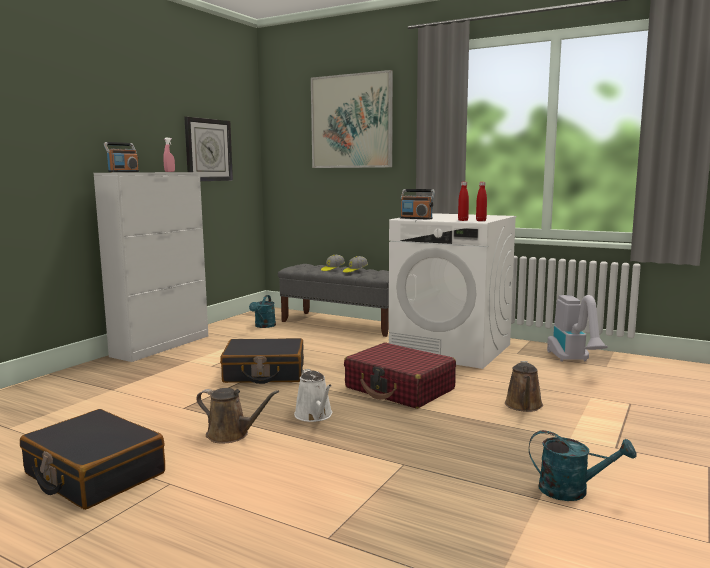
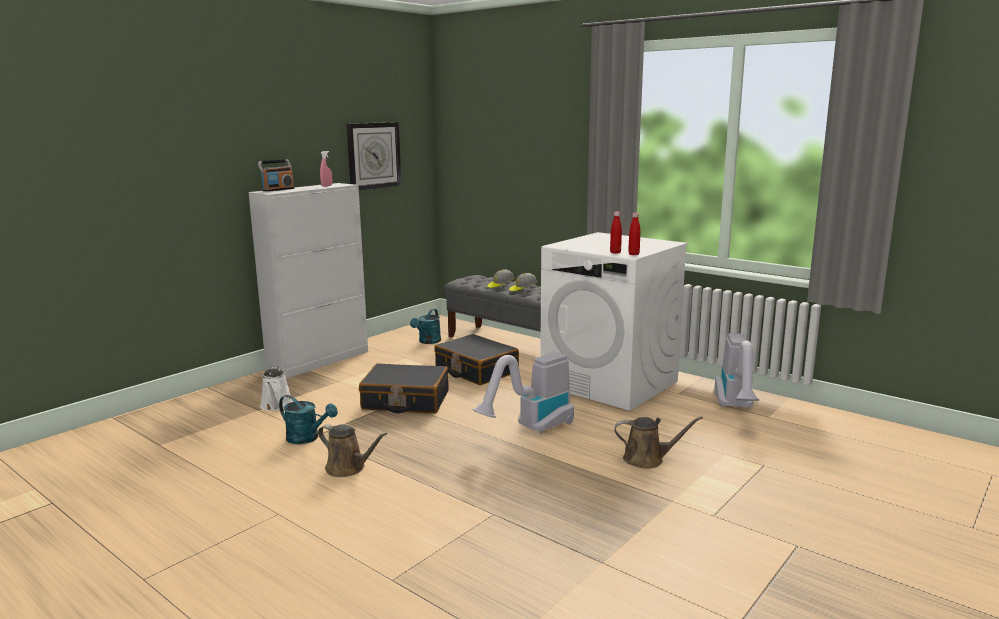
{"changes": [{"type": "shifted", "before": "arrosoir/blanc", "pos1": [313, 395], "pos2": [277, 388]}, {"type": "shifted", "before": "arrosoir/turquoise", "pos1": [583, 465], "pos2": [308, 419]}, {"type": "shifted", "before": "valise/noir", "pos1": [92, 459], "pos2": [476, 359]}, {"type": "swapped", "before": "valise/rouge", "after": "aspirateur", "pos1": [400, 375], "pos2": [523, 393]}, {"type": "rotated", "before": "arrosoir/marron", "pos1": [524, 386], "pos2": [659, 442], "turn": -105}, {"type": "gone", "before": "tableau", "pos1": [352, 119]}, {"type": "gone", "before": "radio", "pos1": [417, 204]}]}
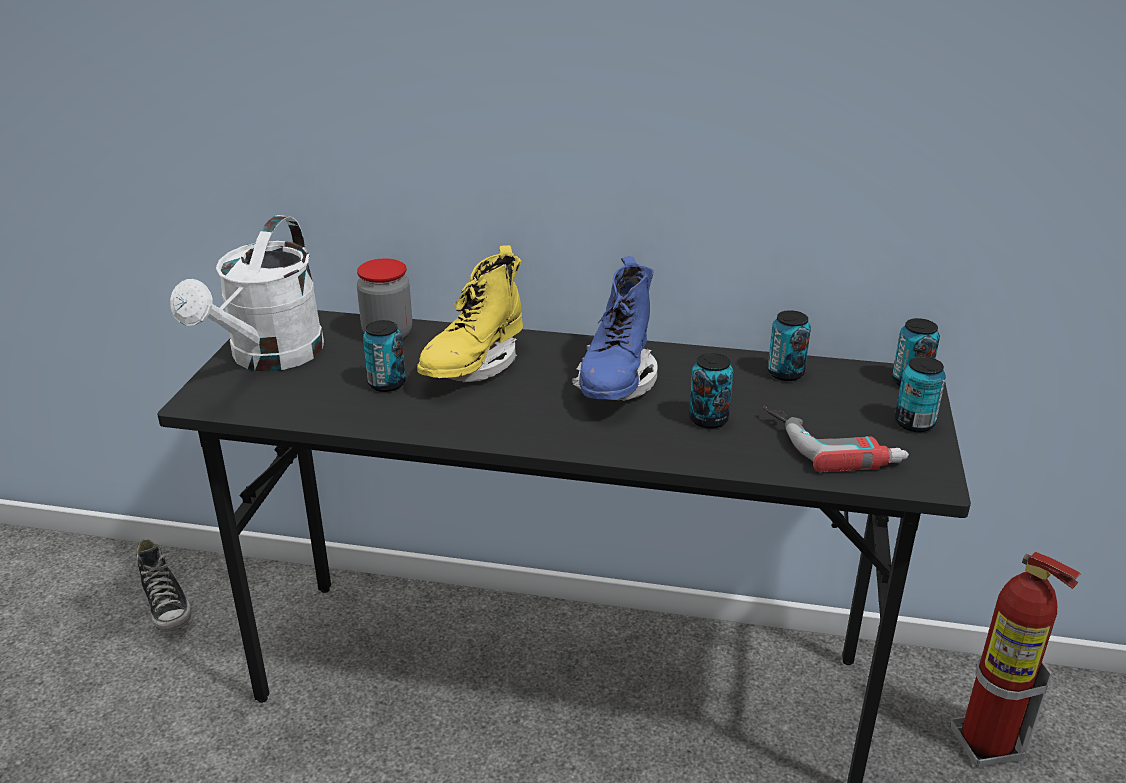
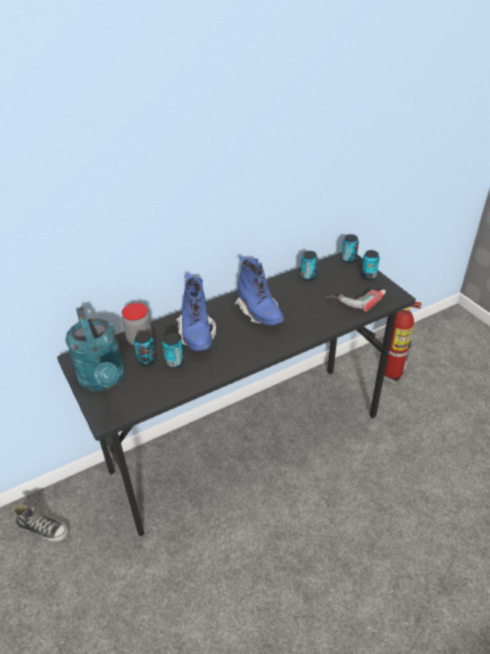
{"changes": [{"type": "repainted", "before": "arrosoir/blanc", "after": "arrosoir/turquoise", "pos1": [247, 293], "pos2": [95, 348]}, {"type": "shifted", "before": "boîte métallique", "pos1": [711, 391], "pos2": [145, 349]}, {"type": "repainted", "before": "botte/jaune", "after": "botte/bleu", "pos1": [470, 313], "pos2": [196, 312]}]}
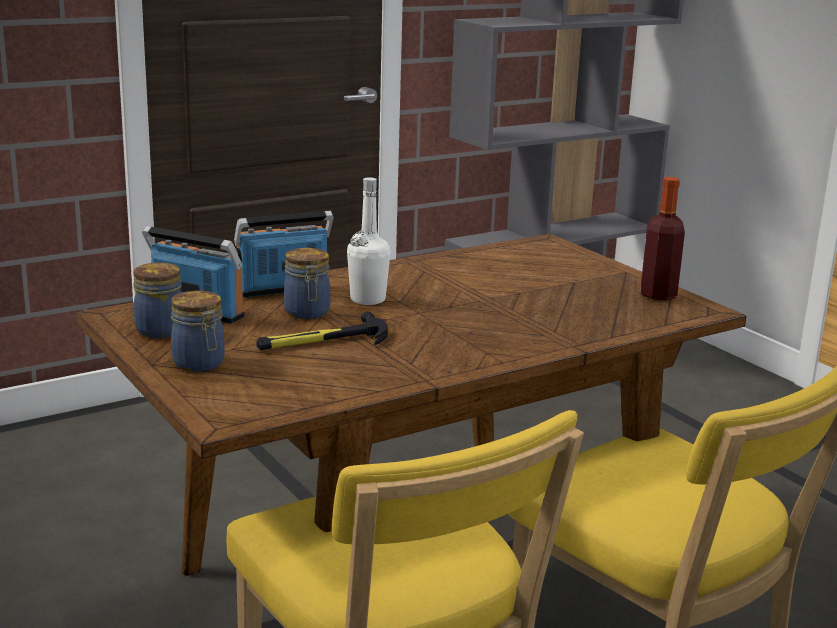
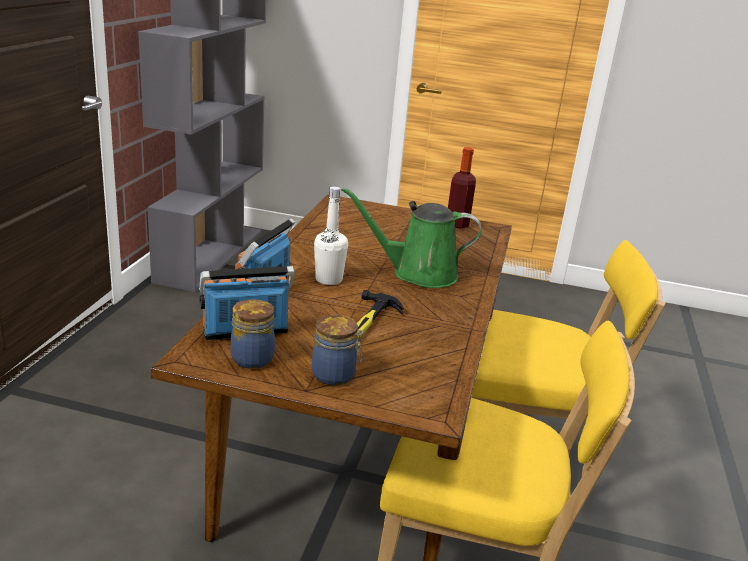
{"changes": [{"type": "new", "after": "arrosoir/vert", "pos2": [412, 237]}, {"type": "gone", "before": "bocal", "pos1": [307, 283]}]}
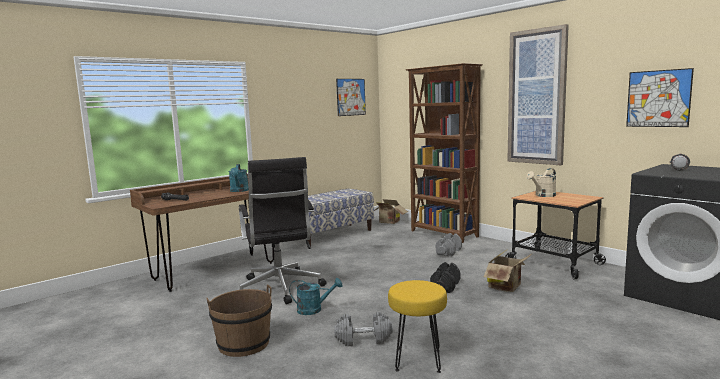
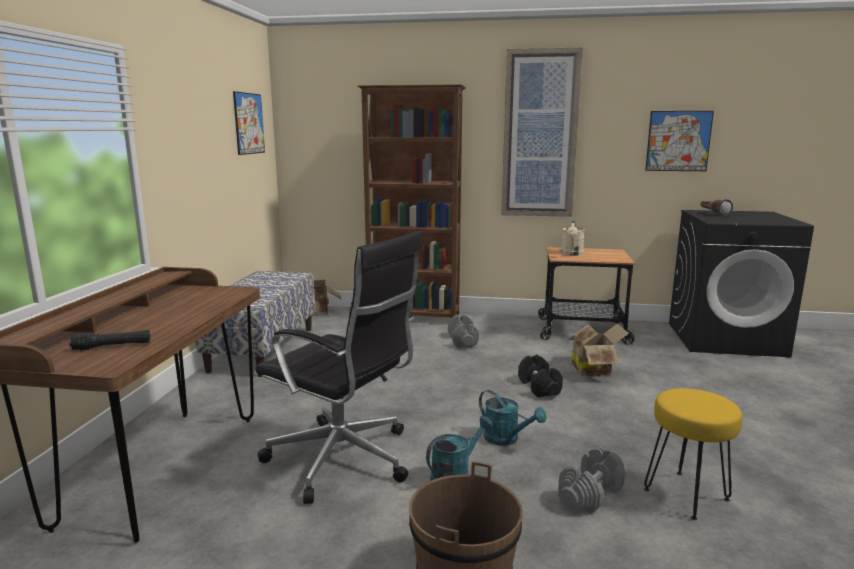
{"changes": [{"type": "shifted", "before": "arrosoir/turquoise", "pos1": [239, 178], "pos2": [513, 418]}]}
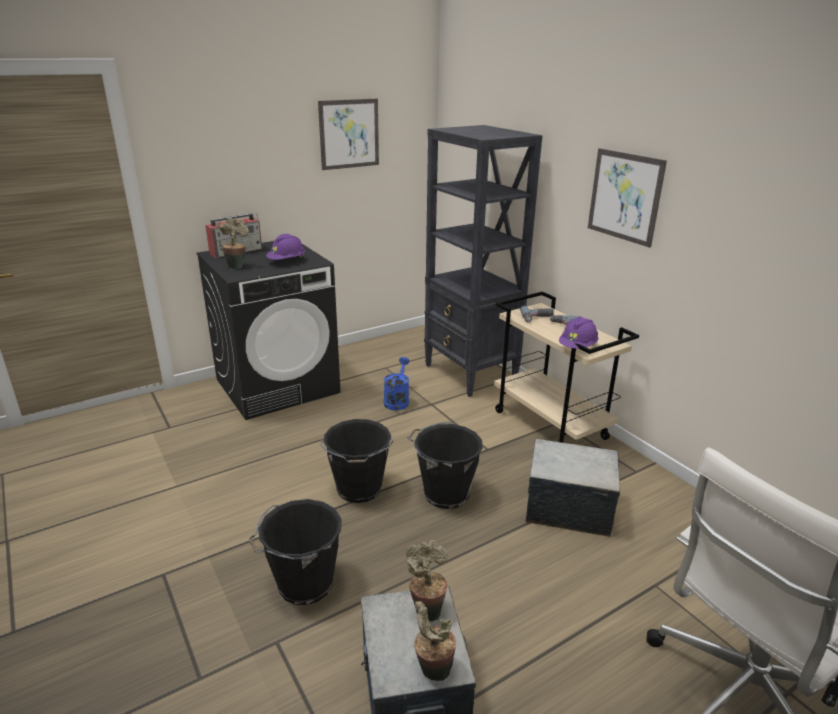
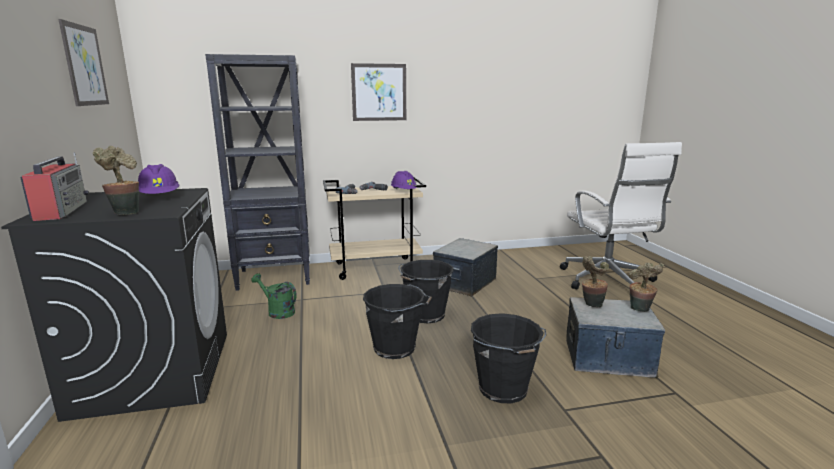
{"changes": [{"type": "repainted", "before": "arrosoir/bleu", "after": "arrosoir/vert", "pos1": [397, 384], "pos2": [274, 296]}]}
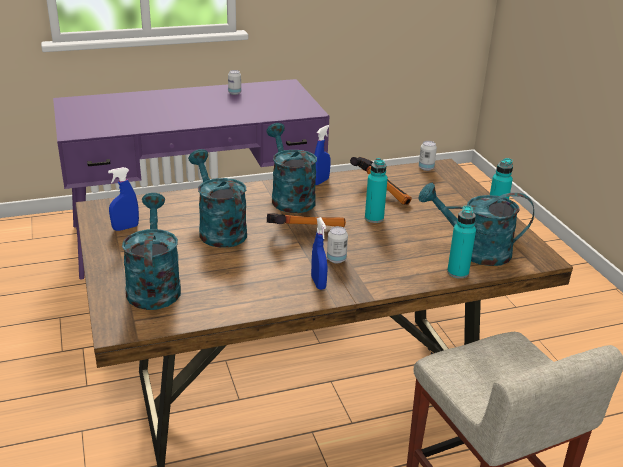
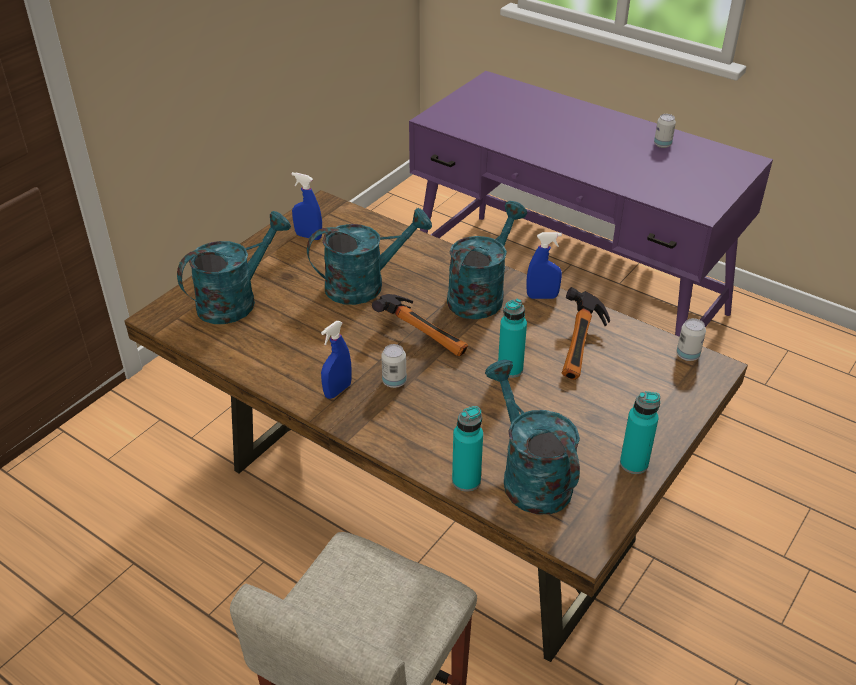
{"changes": [{"type": "rotated", "before": "arrosoir/turquoise", "pos1": [217, 198], "pos2": [369, 256], "turn": 45}]}
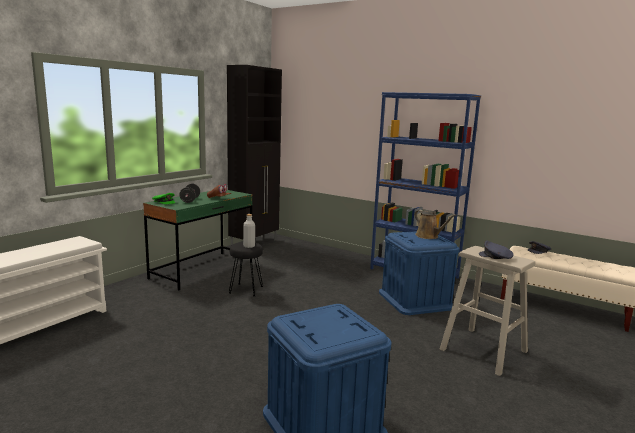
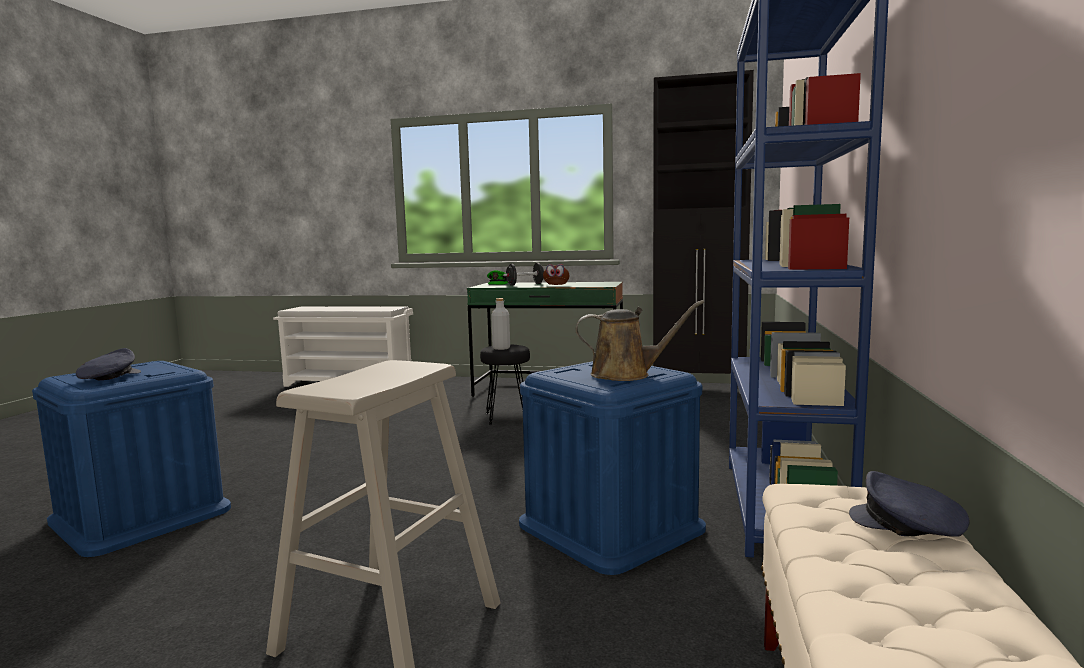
{"changes": [{"type": "shifted", "before": "casquette/gris", "pos1": [496, 250], "pos2": [108, 364]}, {"type": "rotated", "before": "arrosoir/marron", "pos1": [435, 224], "pos2": [639, 340], "turn": -120}]}
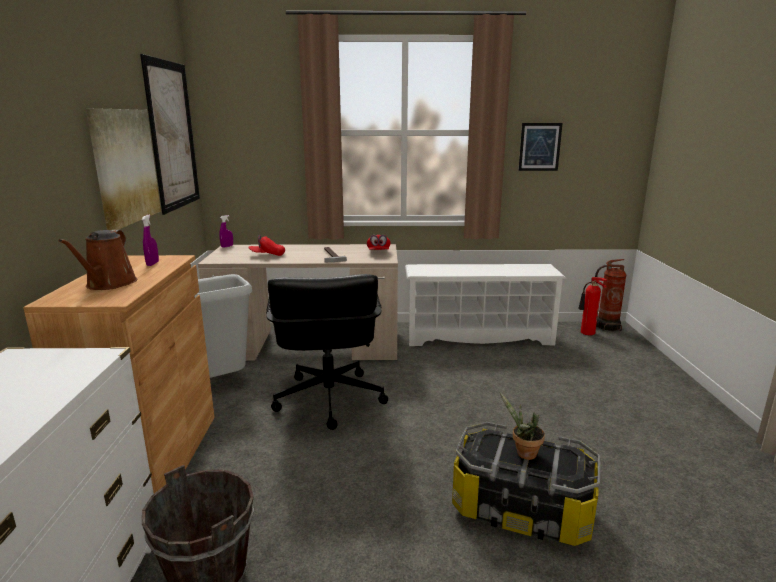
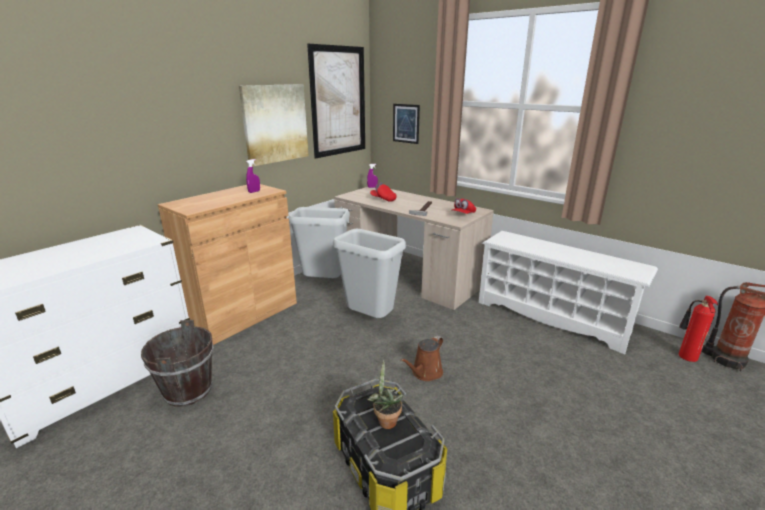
{"changes": [{"type": "swapped", "before": "chaise de bureau/noir", "after": "poubelle/gris", "pos1": [327, 352], "pos2": [369, 273]}, {"type": "shifted", "before": "tableau", "pos1": [540, 147], "pos2": [406, 124]}, {"type": "shifted", "before": "arrosoir/marron", "pos1": [98, 260], "pos2": [421, 358]}]}
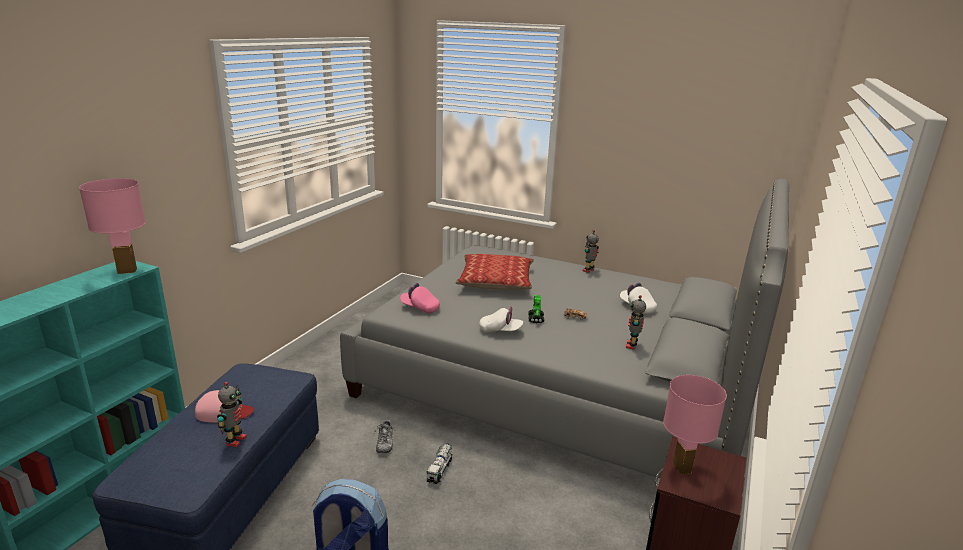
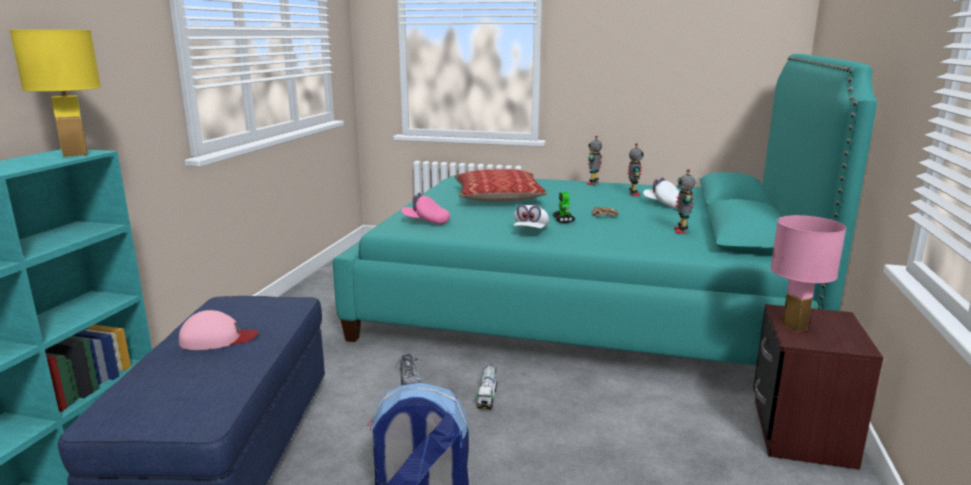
{"changes": [{"type": "repainted", "before": "lampe de table/rose", "after": "lampe de table/jaune", "pos1": [112, 226], "pos2": [55, 93]}, {"type": "repainted", "before": "lit/gris", "after": "lit/turquoise", "pos1": [564, 328], "pos2": [605, 210]}, {"type": "rotated", "before": "casquette/blanc", "pos1": [501, 319], "pos2": [531, 216], "turn": 105}, {"type": "shifted", "before": "robot jouet", "pos1": [232, 414], "pos2": [636, 169]}]}
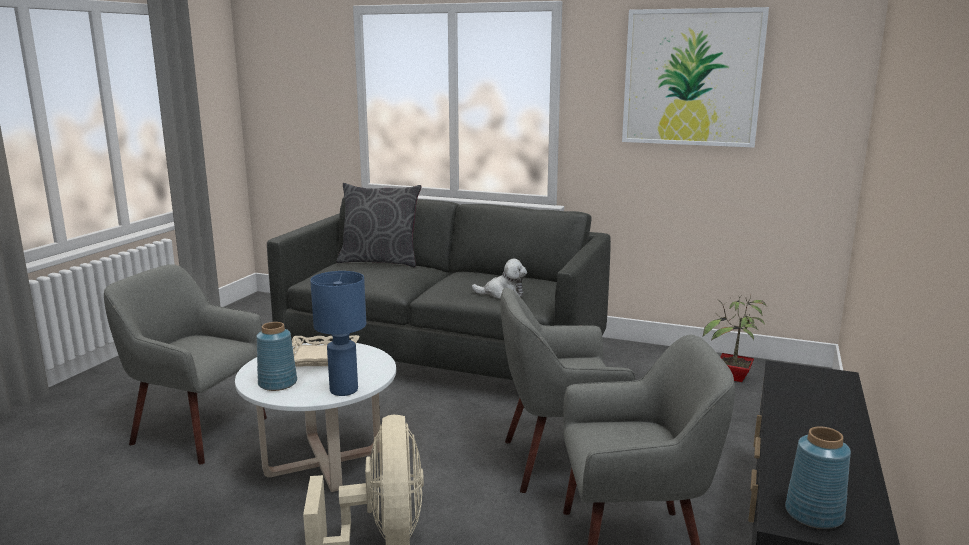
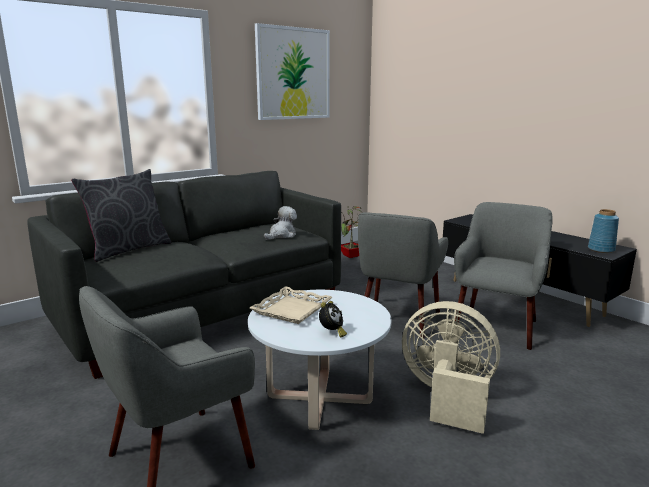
{"changes": [{"type": "swapped", "before": "vase/bleu", "after": "réveil", "pos1": [276, 356], "pos2": [333, 319]}, {"type": "gone", "before": "lampe de table/bleu", "pos1": [338, 333]}]}
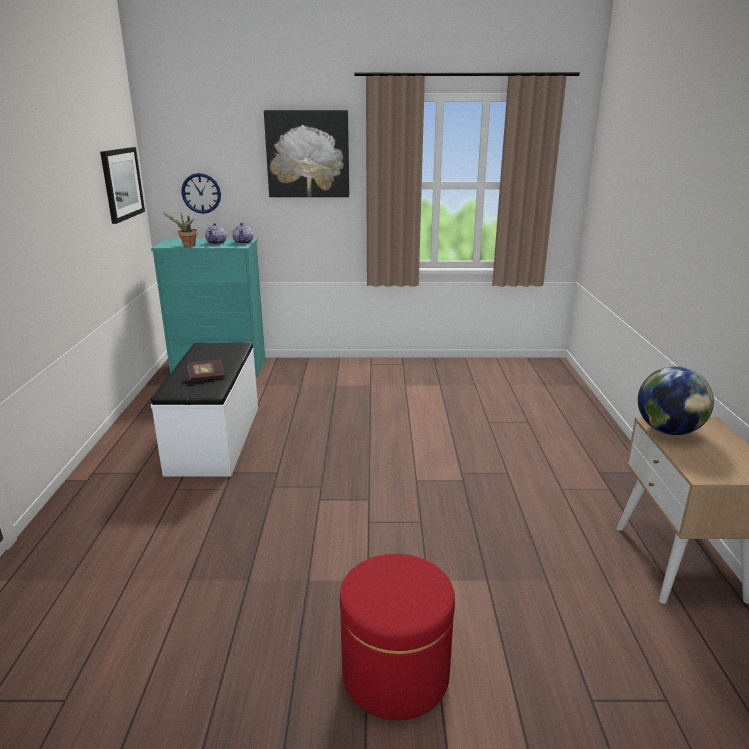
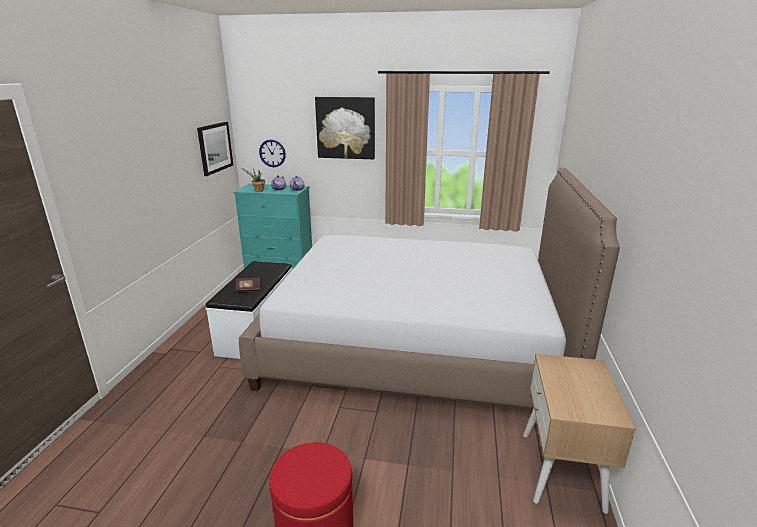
{"changes": [{"type": "new", "after": "lit", "pos2": [429, 288]}, {"type": "gone", "before": "globe", "pos1": [676, 400]}]}
